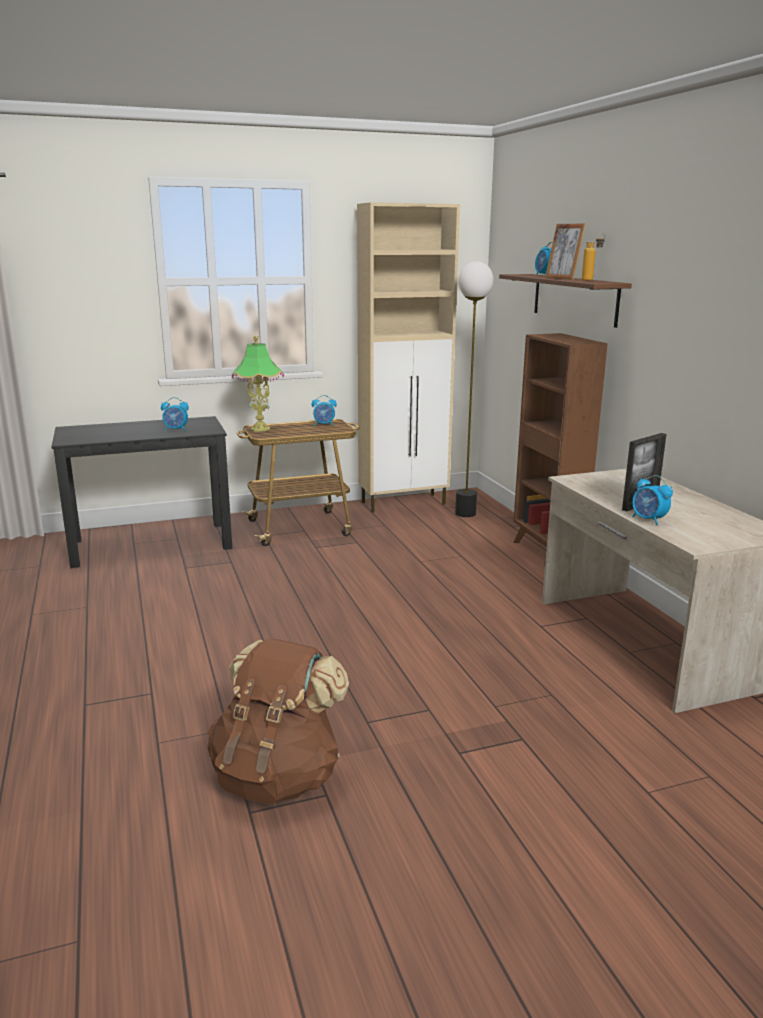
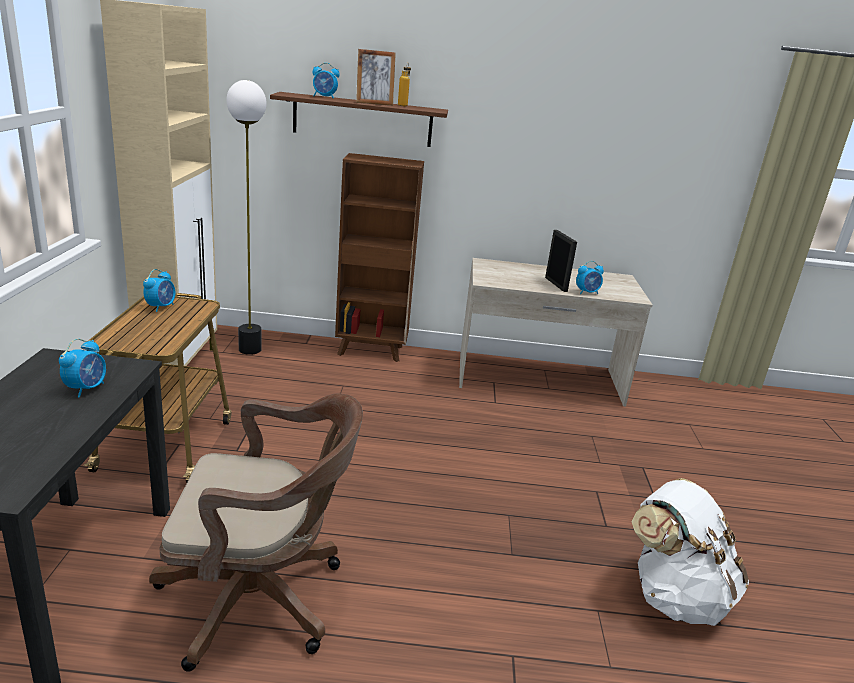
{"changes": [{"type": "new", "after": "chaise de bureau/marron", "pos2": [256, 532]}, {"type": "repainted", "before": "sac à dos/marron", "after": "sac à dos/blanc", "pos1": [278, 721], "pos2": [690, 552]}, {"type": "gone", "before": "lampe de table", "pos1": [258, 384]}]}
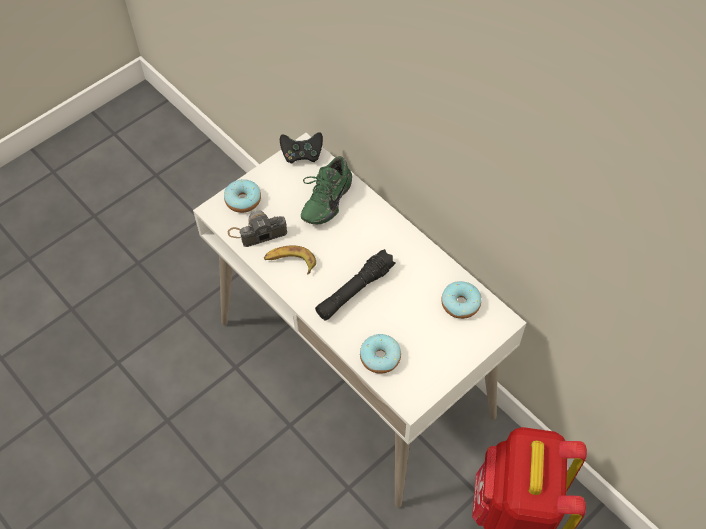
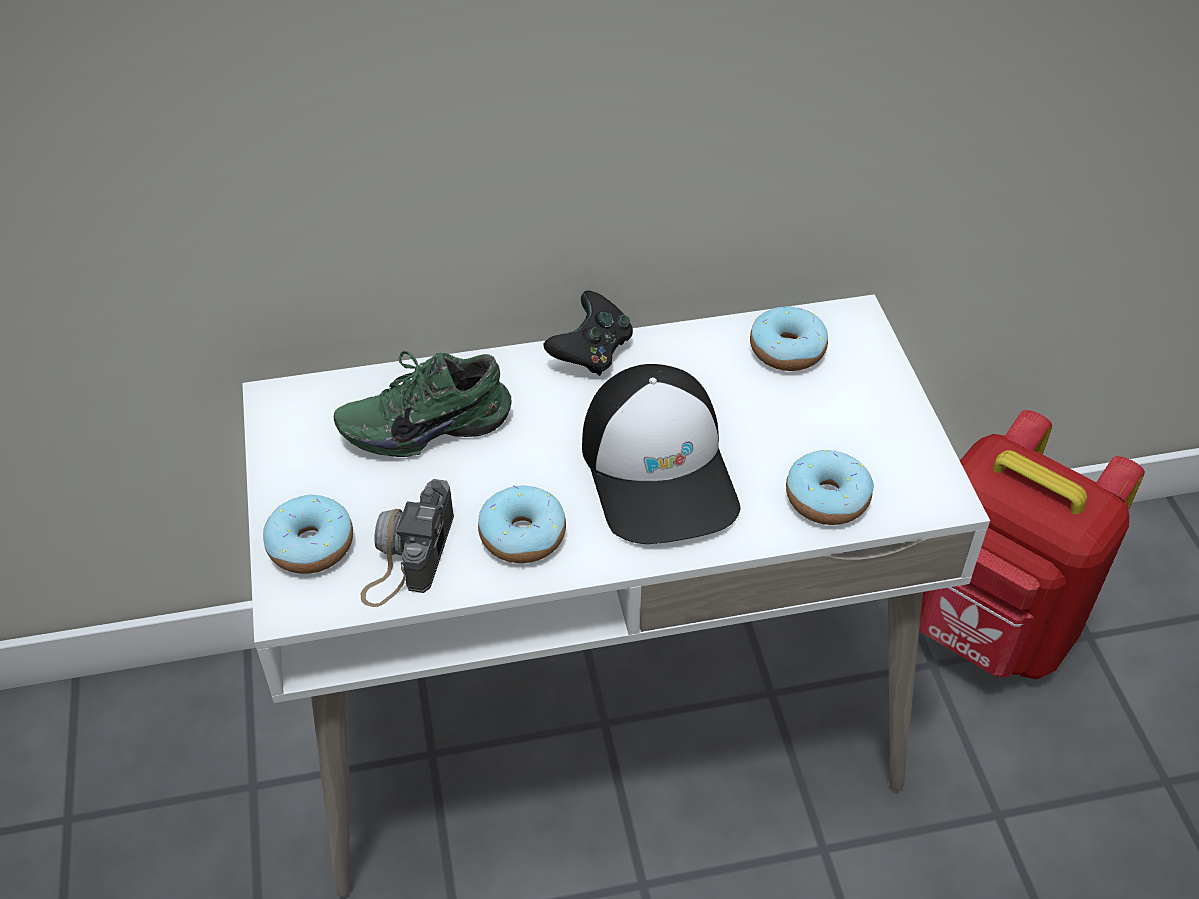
{"changes": [{"type": "rotated", "before": "chaussure/vert", "pos1": [326, 190], "pos2": [422, 404], "turn": 105}, {"type": "swapped", "before": "banane", "after": "beignet", "pos1": [290, 260], "pos2": [522, 524]}, {"type": "shifted", "before": "manette/noir", "pos1": [301, 148], "pos2": [588, 333]}, {"type": "swapped", "before": "lampe de poche/noir", "after": "casquette", "pos1": [355, 285], "pos2": [661, 454]}]}
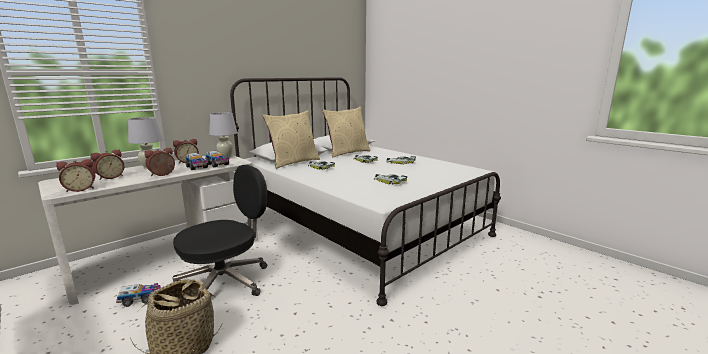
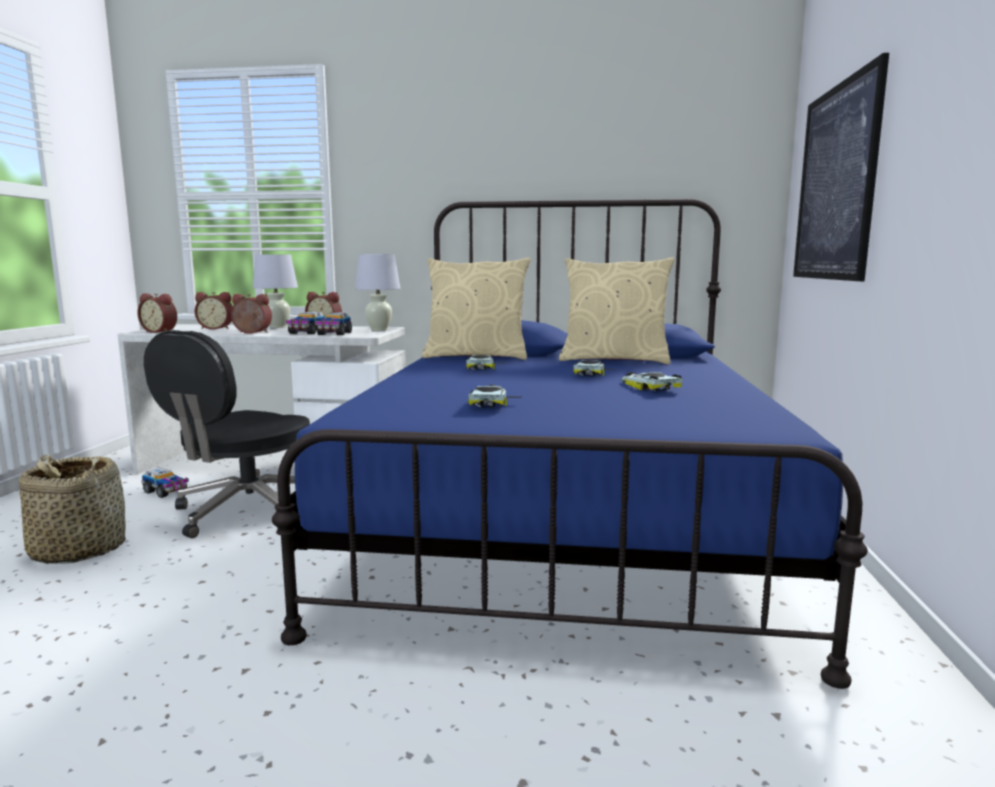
{"changes": [{"type": "rotated", "before": "chaise de bureau/noir", "pos1": [219, 230], "pos2": [227, 434], "turn": 105}, {"type": "repainted", "before": "lit/blanc", "after": "lit/bleu", "pos1": [365, 191], "pos2": [570, 444]}, {"type": "new", "after": "tableau", "pos2": [841, 167]}]}
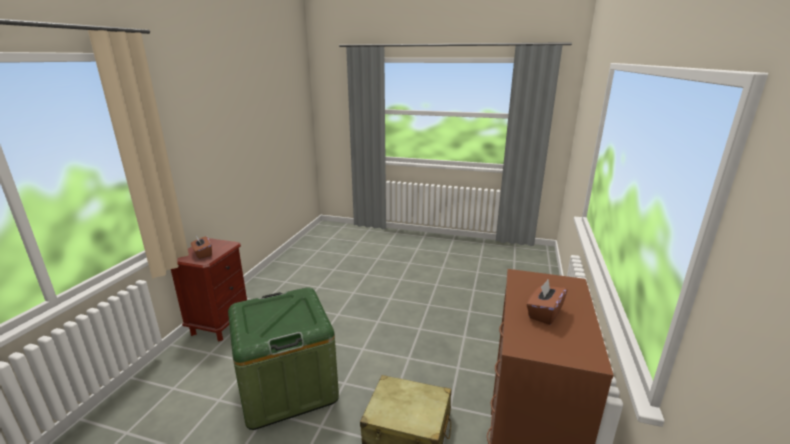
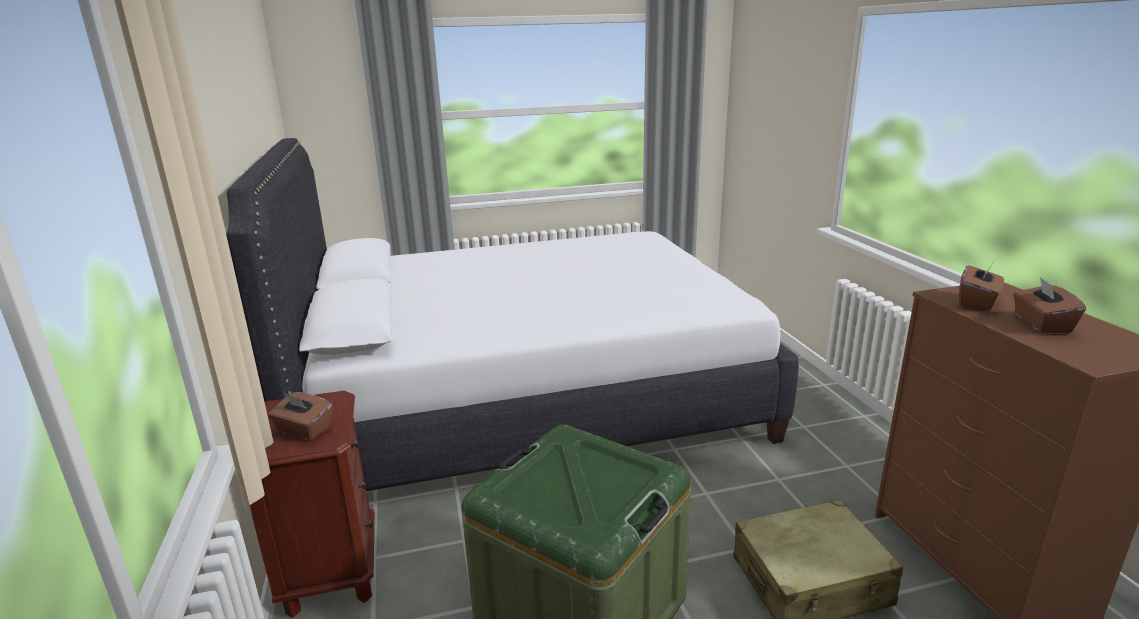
{"changes": [{"type": "new", "after": "lit/blanc", "pos2": [512, 314]}, {"type": "new", "after": "boîte à mouchoirs/marron", "pos2": [981, 286]}]}
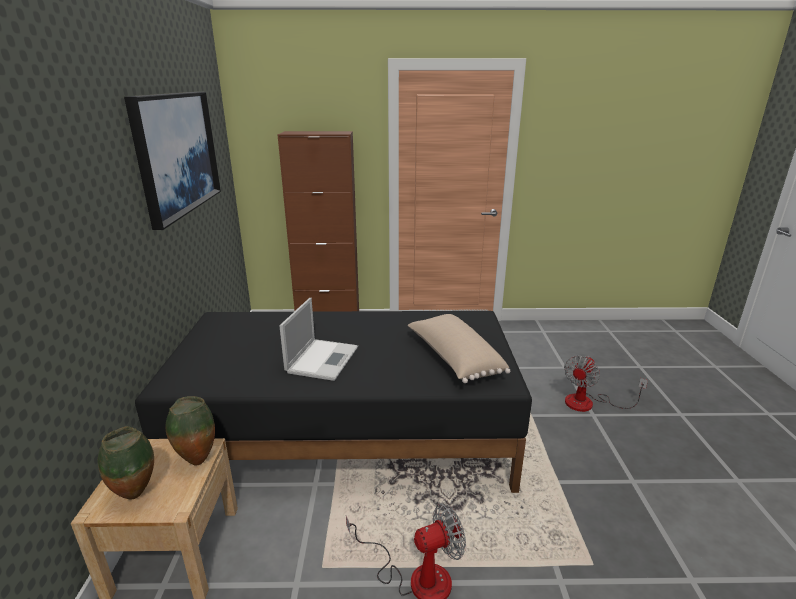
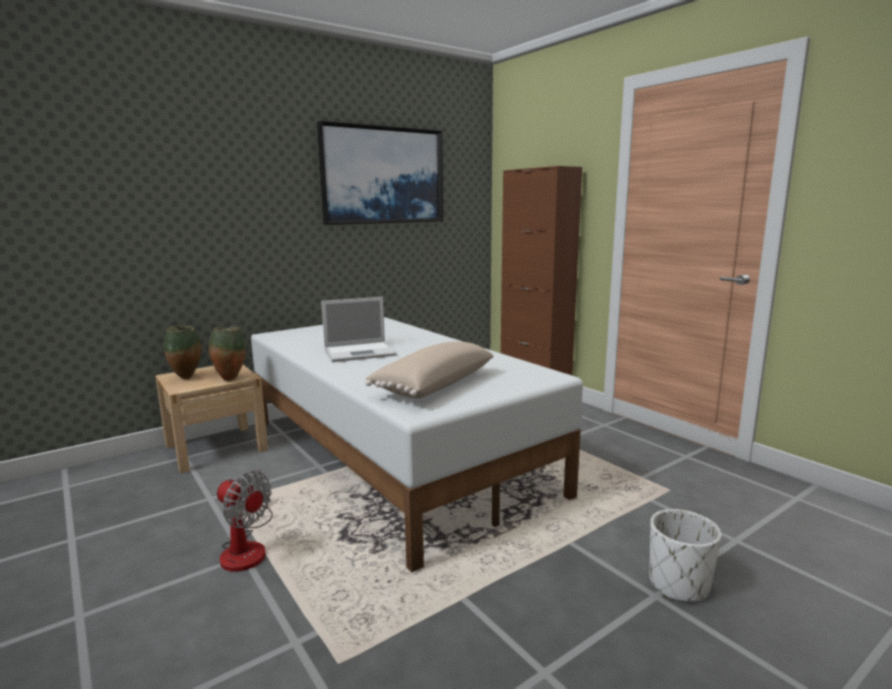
{"changes": [{"type": "repainted", "before": "lit/noir", "after": "lit/blanc", "pos1": [333, 402], "pos2": [417, 444]}, {"type": "swapped", "before": "ventilateur", "after": "cache-pot/blanc", "pos1": [606, 384], "pos2": [685, 555]}]}
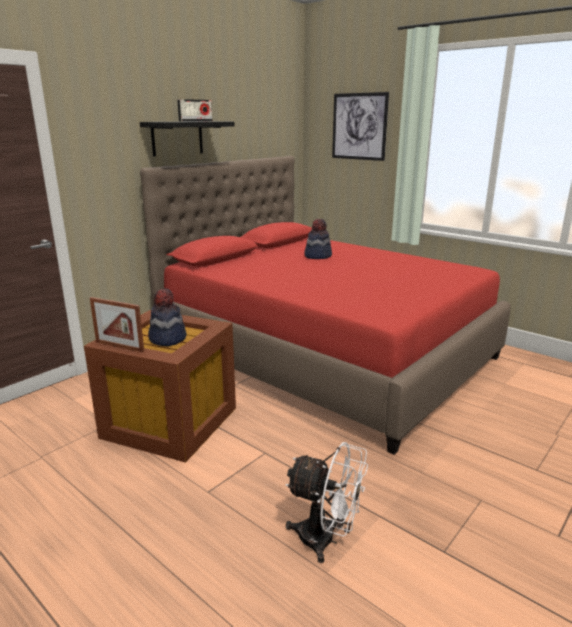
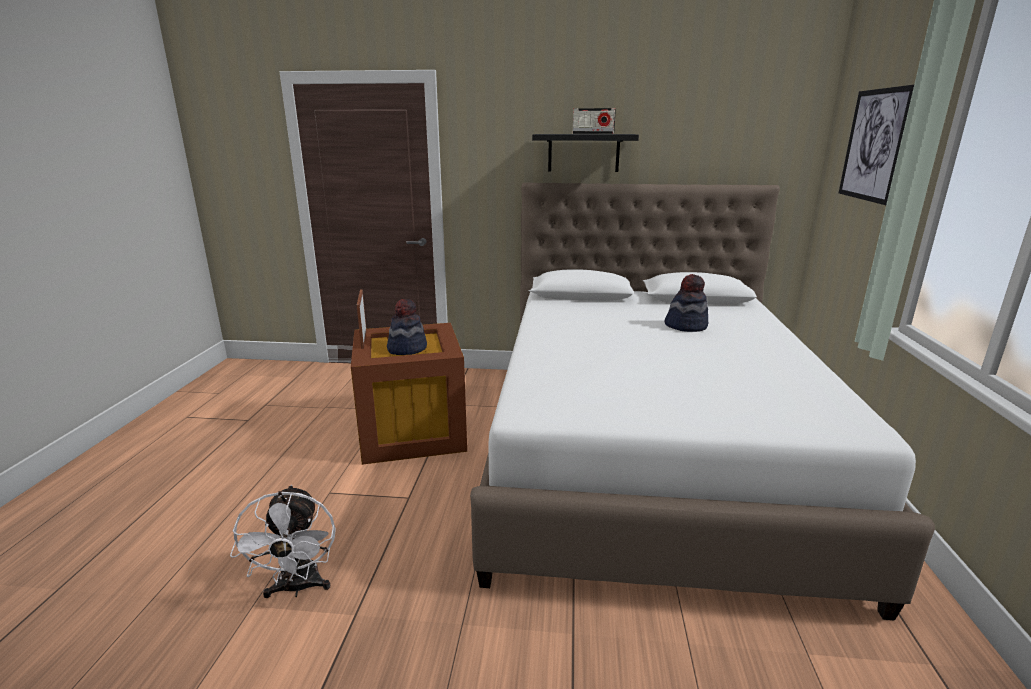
{"changes": [{"type": "repainted", "before": "lit/rouge", "after": "lit/blanc", "pos1": [325, 305], "pos2": [702, 402]}]}
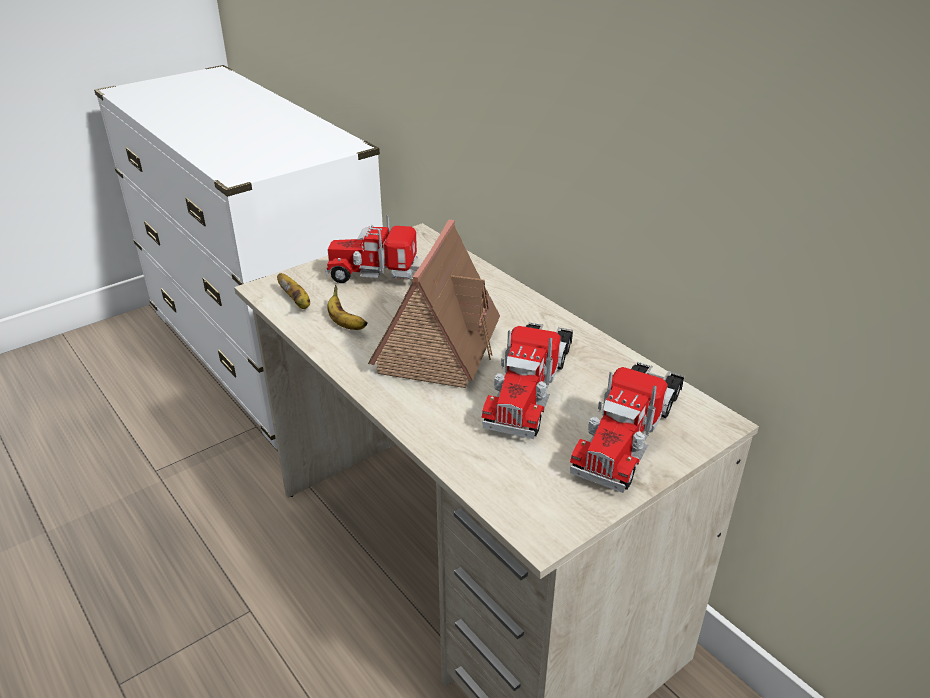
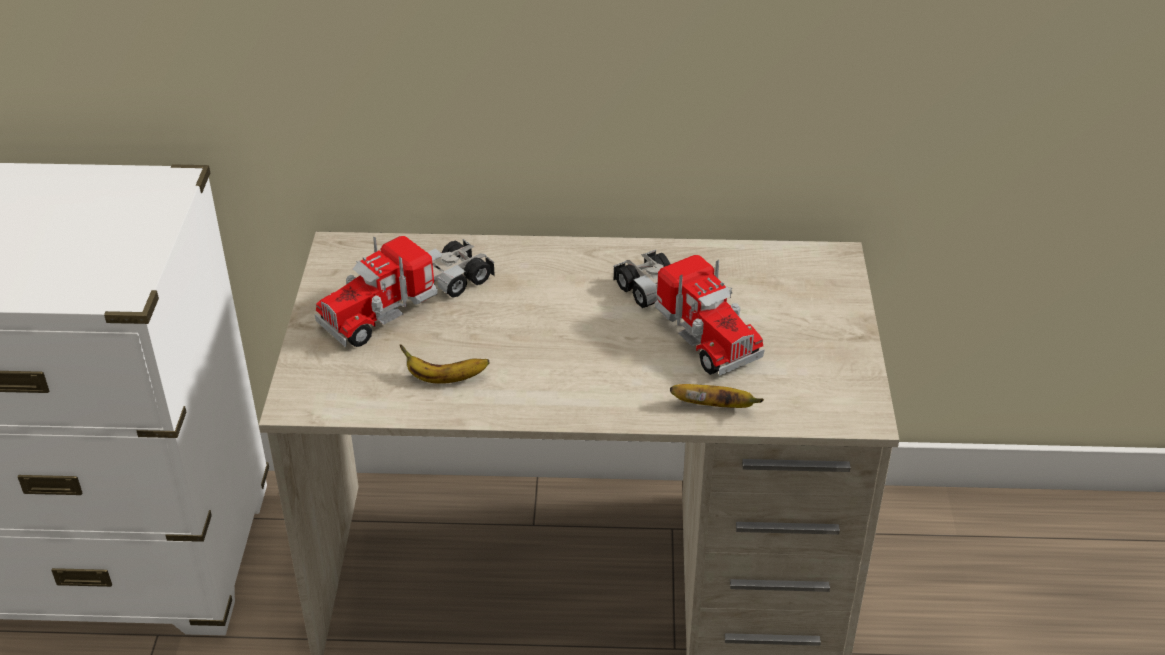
{"changes": [{"type": "shifted", "before": "banane", "pos1": [293, 291], "pos2": [717, 396]}, {"type": "gone", "before": "maison miniature", "pos1": [434, 303]}, {"type": "gone", "before": "camion jouet", "pos1": [627, 427]}]}
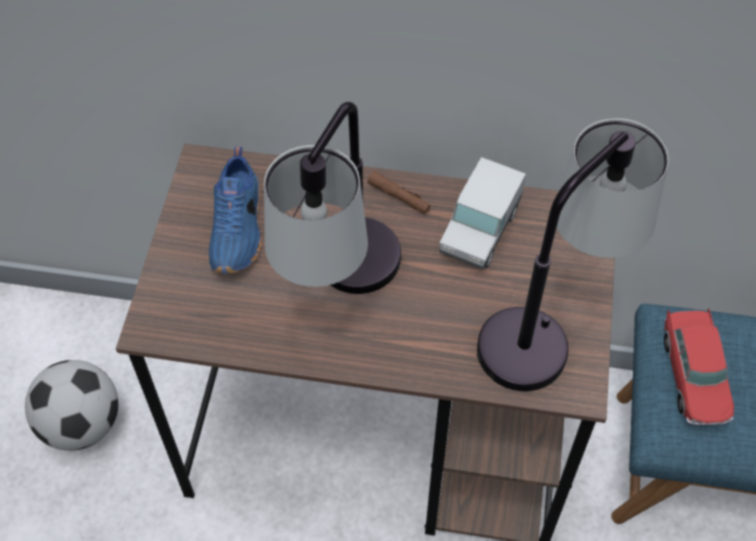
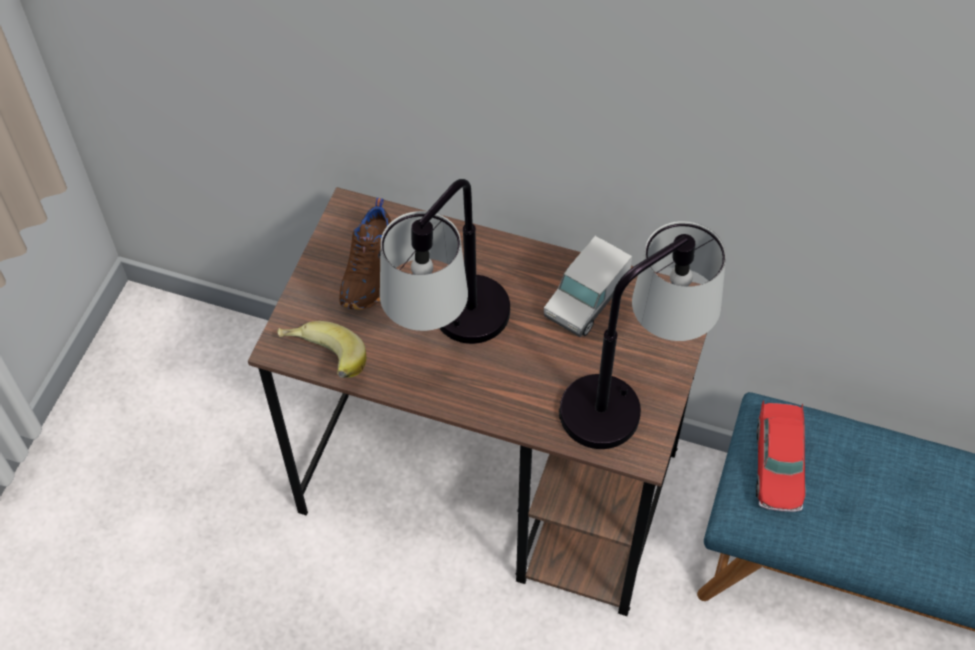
{"changes": [{"type": "new", "after": "banane", "pos2": [321, 349]}, {"type": "repainted", "before": "chaussure/bleu", "after": "chaussure/marron", "pos1": [235, 210], "pos2": [365, 254]}, {"type": "gone", "before": "ballon de foot", "pos1": [72, 405]}, {"type": "gone", "before": "lampe de poche/marron", "pos1": [399, 192]}]}
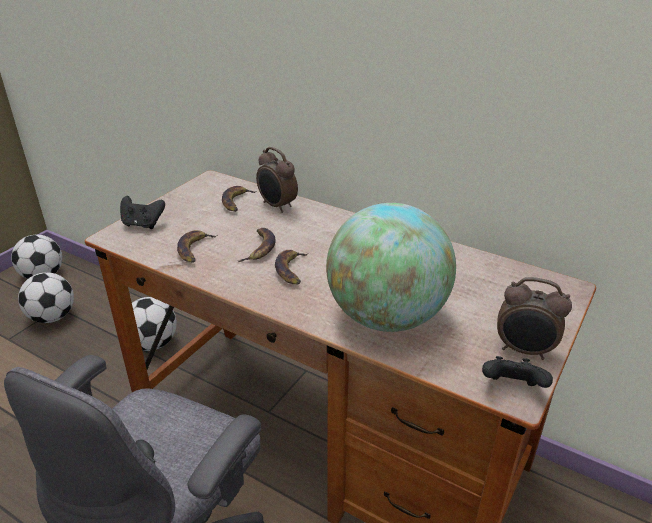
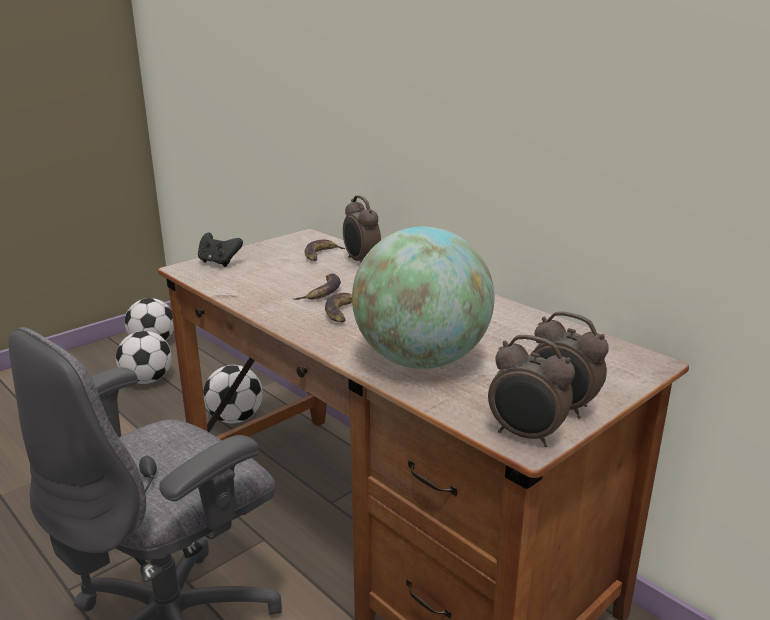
{"changes": [{"type": "swapped", "before": "manette/noir", "after": "réveil", "pos1": [517, 372], "pos2": [531, 391]}, {"type": "gone", "before": "banane", "pos1": [197, 246]}]}
